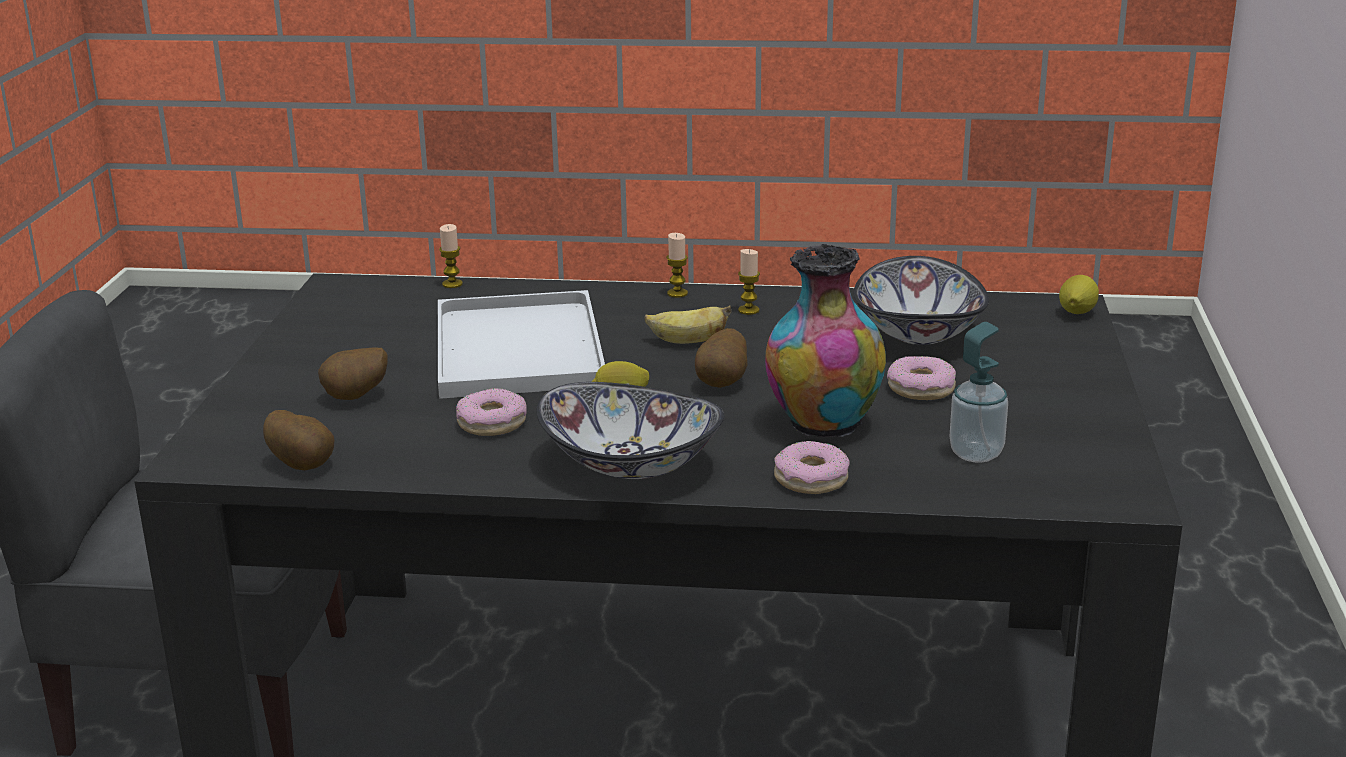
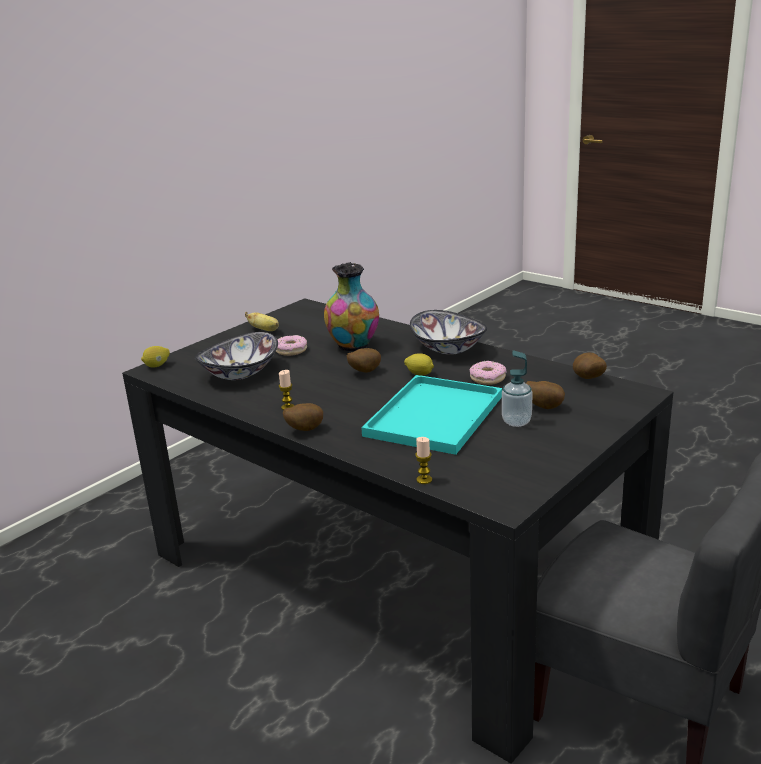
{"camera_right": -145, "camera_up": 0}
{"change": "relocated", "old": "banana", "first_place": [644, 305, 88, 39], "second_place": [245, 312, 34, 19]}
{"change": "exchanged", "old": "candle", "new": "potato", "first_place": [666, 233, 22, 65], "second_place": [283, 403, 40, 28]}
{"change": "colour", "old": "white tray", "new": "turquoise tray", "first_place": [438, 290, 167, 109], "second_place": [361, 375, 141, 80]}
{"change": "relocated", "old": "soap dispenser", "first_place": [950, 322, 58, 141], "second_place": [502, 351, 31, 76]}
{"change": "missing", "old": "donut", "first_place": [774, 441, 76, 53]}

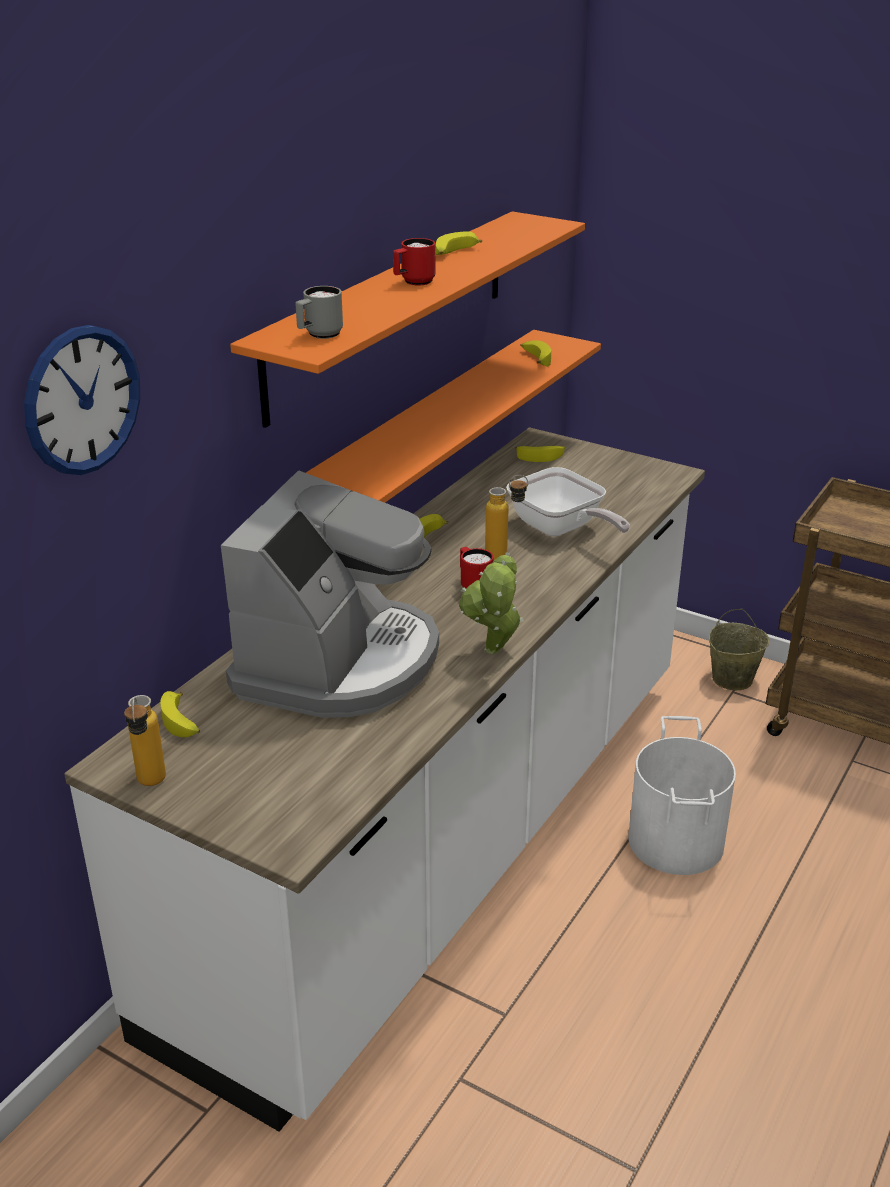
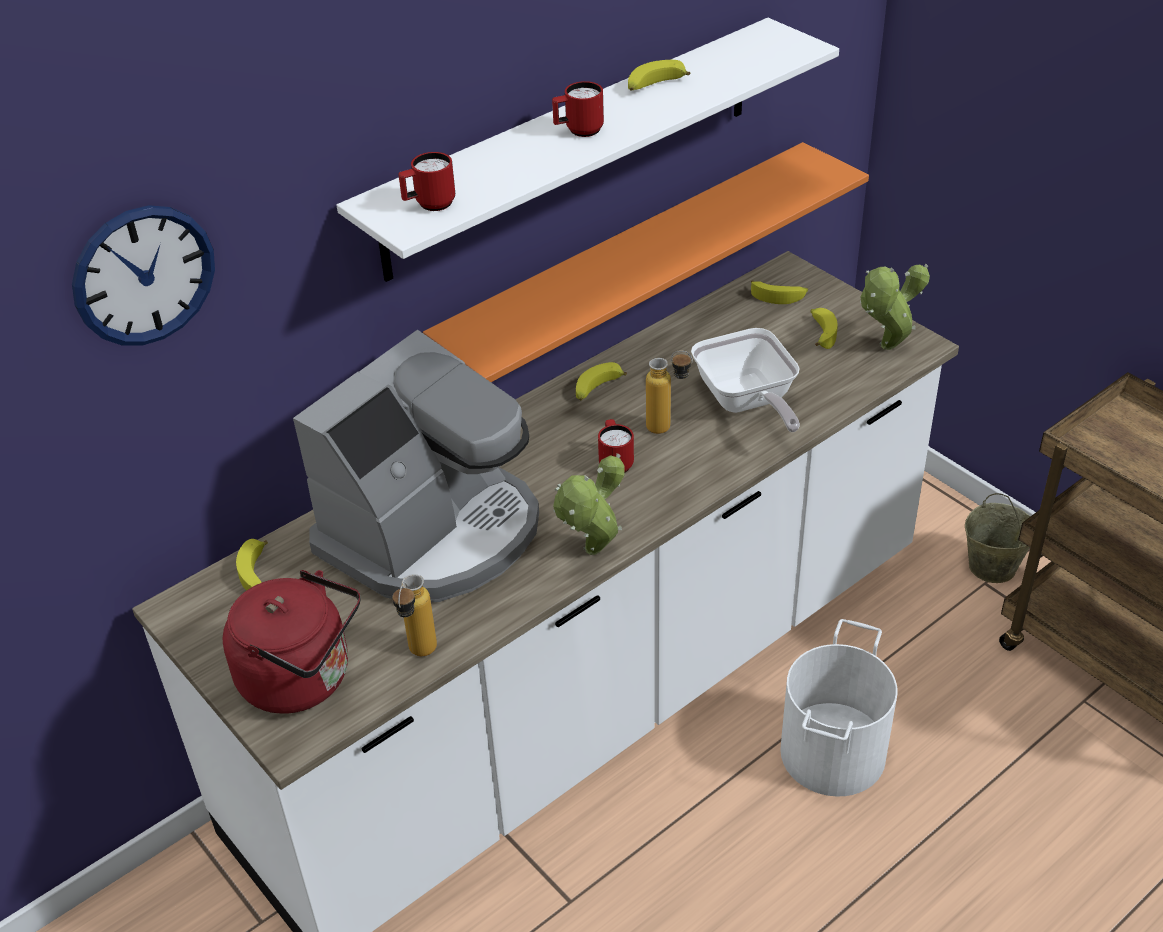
{"camera_right": 20, "camera_up": 10}
{"change": "appeared", "new": "red kettle", "second_place": [223, 570, 138, 144]}
{"change": "colour", "old": "orange shelf", "new": "white shelf", "first_place": [230, 211, 355, 217], "second_place": [337, 18, 502, 264]}
{"change": "relocated", "old": "bottle", "first_place": [124, 695, 42, 91], "second_place": [392, 574, 45, 82]}
{"change": "colour", "old": "grey mug", "new": "red mug", "first_place": [295, 286, 48, 53], "second_place": [398, 152, 57, 59]}
{"change": "relocated", "old": "banana", "first_place": [521, 340, 30, 26], "second_place": [811, 308, 27, 41]}
{"change": "appeared", "new": "potted plant", "second_place": [860, 263, 70, 87]}

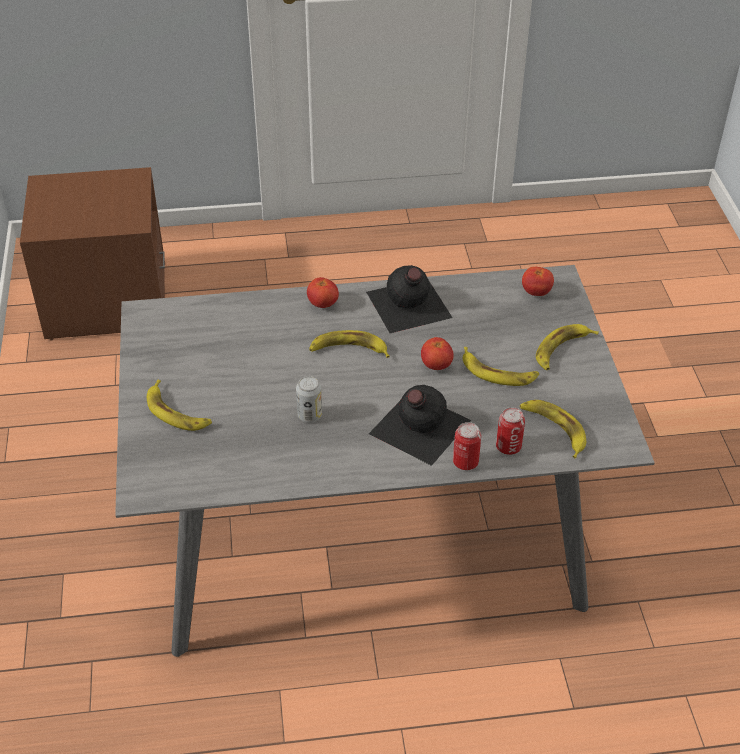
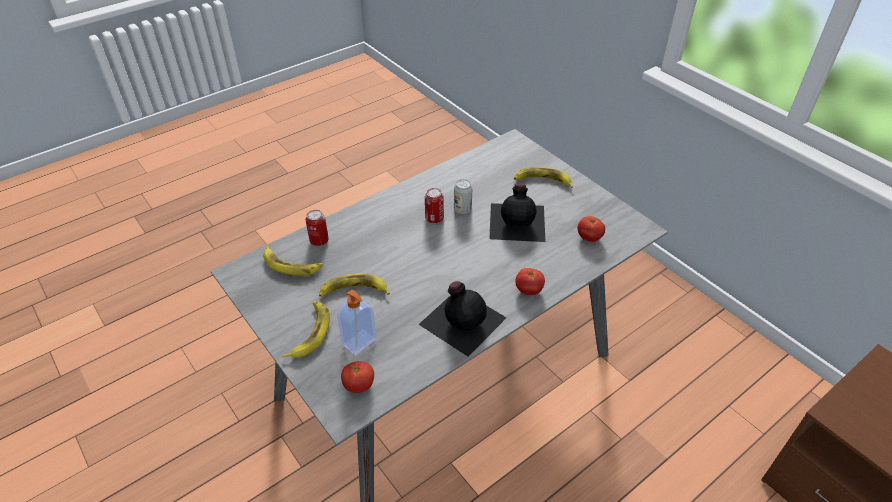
{"camera_right": 150, "camera_up": 0}
{"change": "appeared", "new": "soap dispenser", "second_place": [337, 289, 39, 66]}
{"change": "relocated", "old": "can", "first_place": [453, 422, 28, 48], "second_place": [425, 188, 19, 35]}
{"change": "relocated", "old": "black bottle", "first_place": [369, 385, 102, 81], "second_place": [489, 184, 56, 58]}
{"change": "relocated", "old": "tomato", "first_place": [421, 337, 32, 33], "second_place": [577, 216, 28, 26]}
{"change": "missing", "old": "banana", "first_place": [309, 330, 81, 28]}

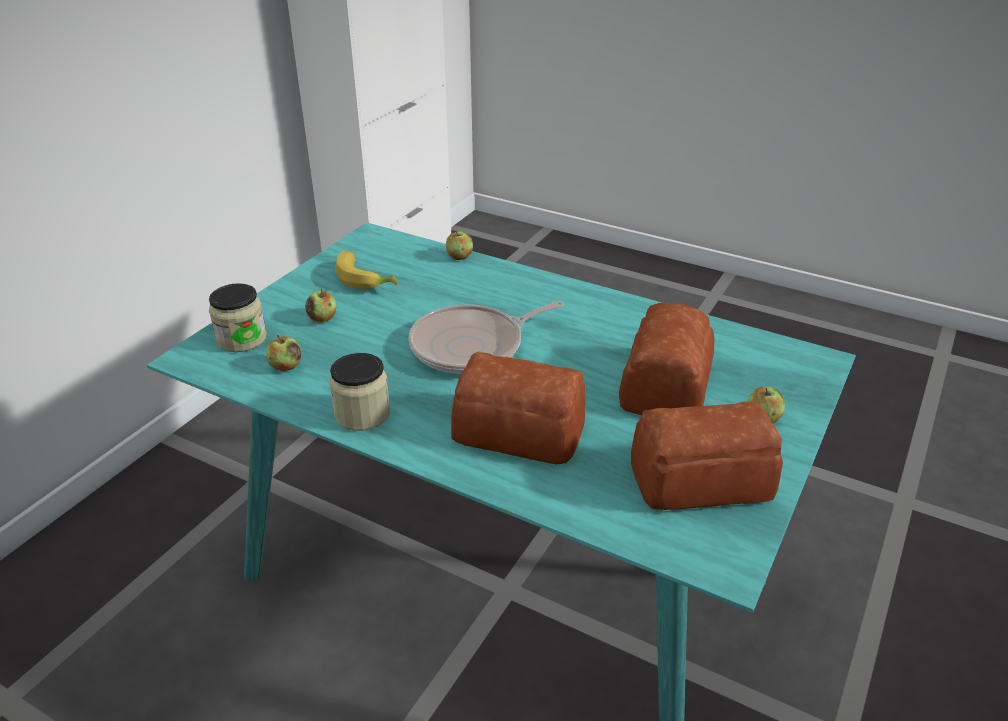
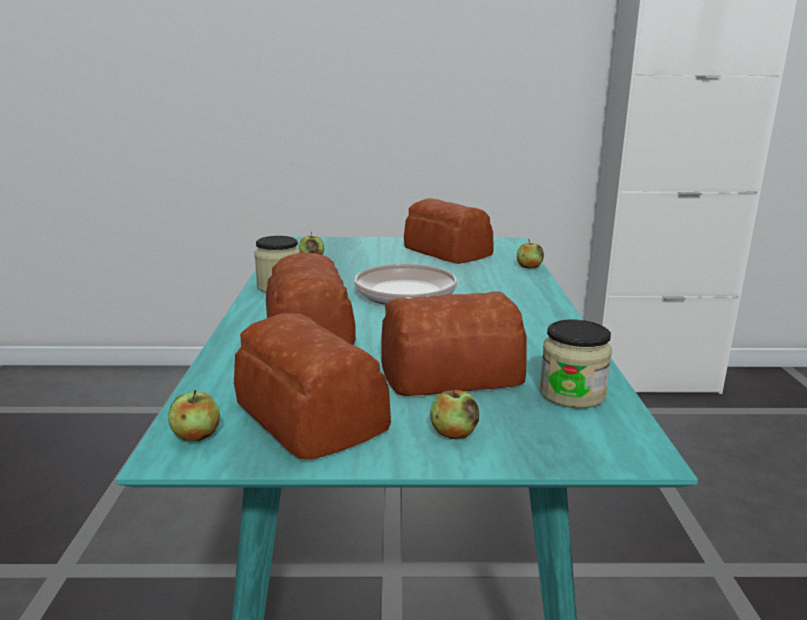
{"camera_right": 60, "camera_up": -15}
{"change": "relocated", "old": "apple", "first_place": [305, 289, 32, 34], "second_place": [168, 390, 52, 51]}
{"change": "spun", "old": "frying pan", "first_place": [408, 301, 156, 73], "second_place": [354, 264, 103, 41], "degrees": 45}
{"change": "exchanged", "old": "banana", "new": "bread", "first_place": [335, 251, 62, 38], "second_place": [404, 198, 90, 66]}
{"change": "relocated", "old": "jar", "first_place": [209, 283, 58, 69], "second_place": [540, 320, 72, 88]}

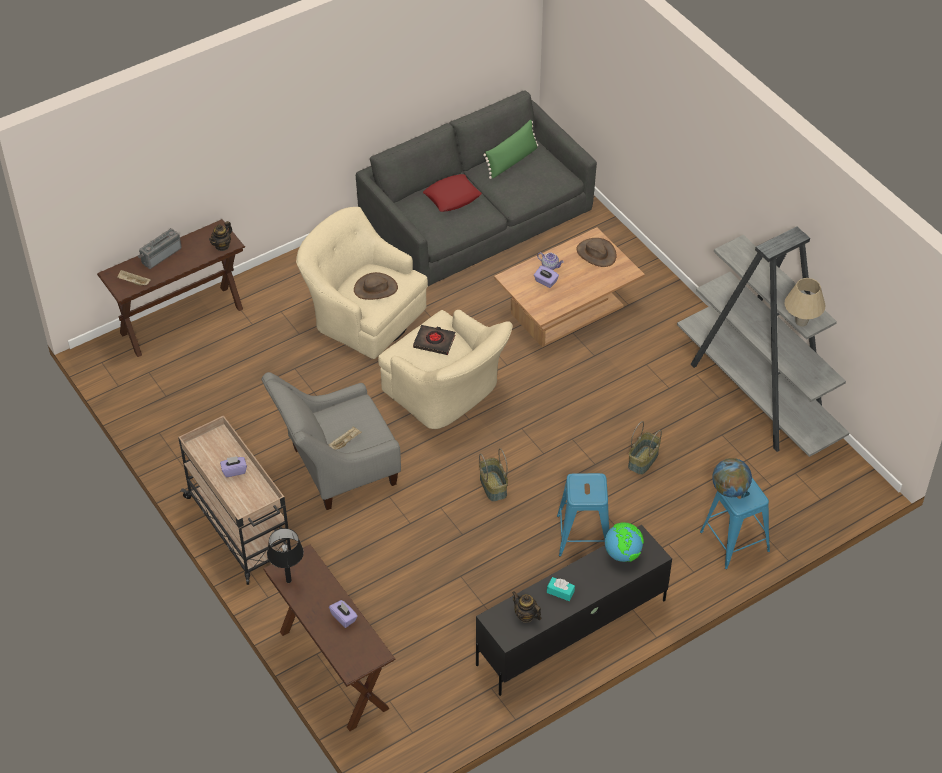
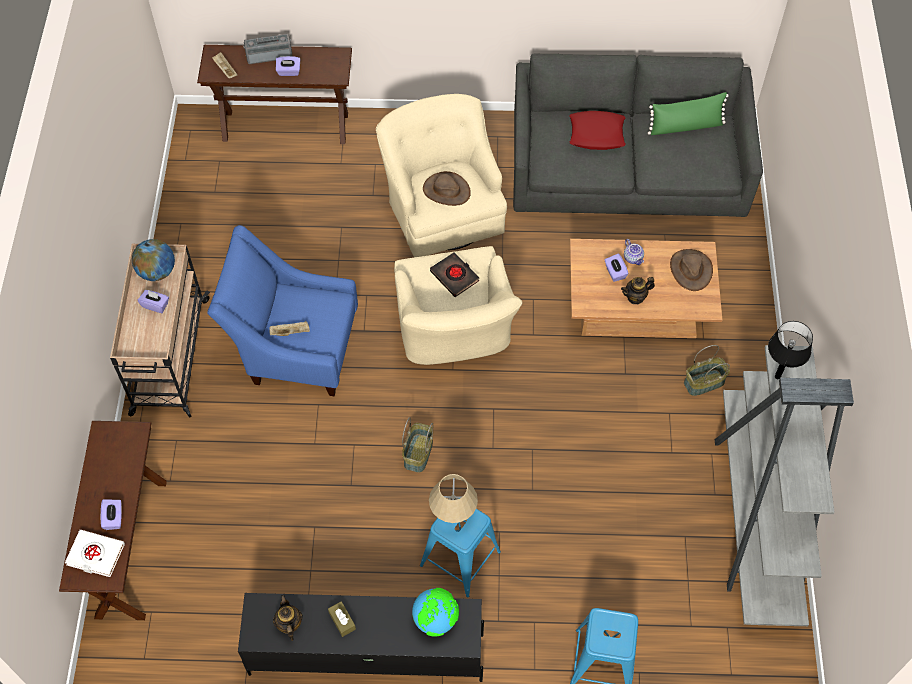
{"camera_right": 35, "camera_up": 10}
{"change": "appeared", "new": "white book", "second_place": [65, 530, 60, 47]}
{"change": "relocated", "old": "globe", "first_place": [712, 458, 40, 39], "second_place": [132, 239, 43, 42]}
{"change": "colour", "old": "grey armchair", "new": "blue armchair", "first_place": [261, 372, 140, 138], "second_place": [207, 225, 151, 171]}
{"change": "appeared", "new": "purple tissue box", "second_place": [276, 56, 24, 20]}
{"change": "colour", "old": "turquoise tissue box", "new": "brown tissue box", "first_place": [547, 577, 28, 24], "second_place": [328, 601, 28, 36]}
{"change": "relocated", "old": "beige table lamp", "first_place": [784, 278, 42, 49], "second_place": [429, 474, 49, 49]}
{"change": "relocated", "old": "teapot", "first_place": [209, 221, 23, 30], "second_place": [621, 277, 34, 27]}
{"change": "relocated", "old": "basket", "first_place": [628, 421, 34, 54], "second_place": [684, 345, 46, 51]}
{"change": "relocated", "old": "black table lamp", "first_place": [267, 528, 37, 55], "second_place": [768, 321, 45, 58]}

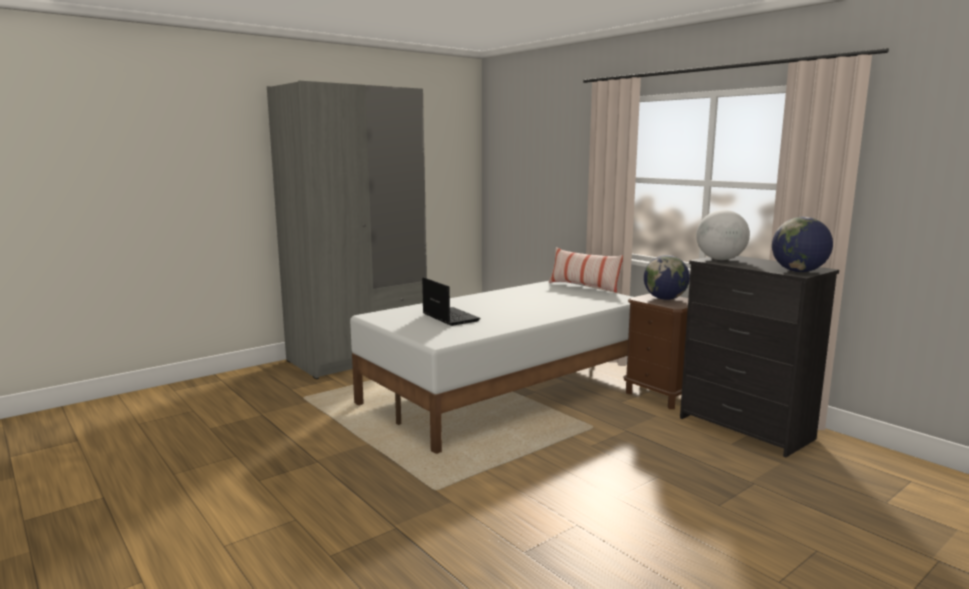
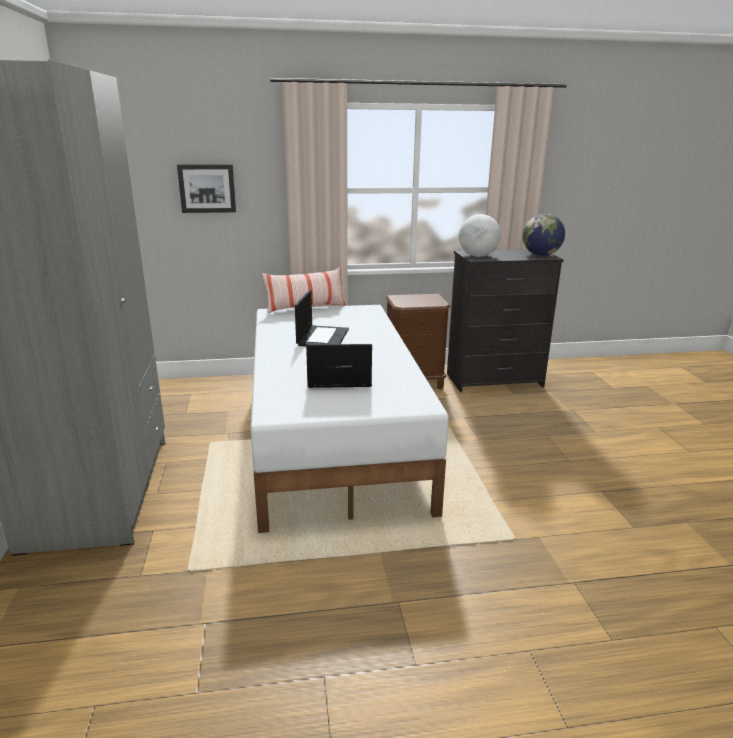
{"camera_right": -60, "camera_up": 10}
{"change": "appeared", "new": "picture", "second_place": [177, 164, 59, 49]}
{"change": "appeared", "new": "laptop", "second_place": [295, 290, 54, 57]}
{"change": "missing", "old": "globe", "first_place": [644, 255, 46, 45]}

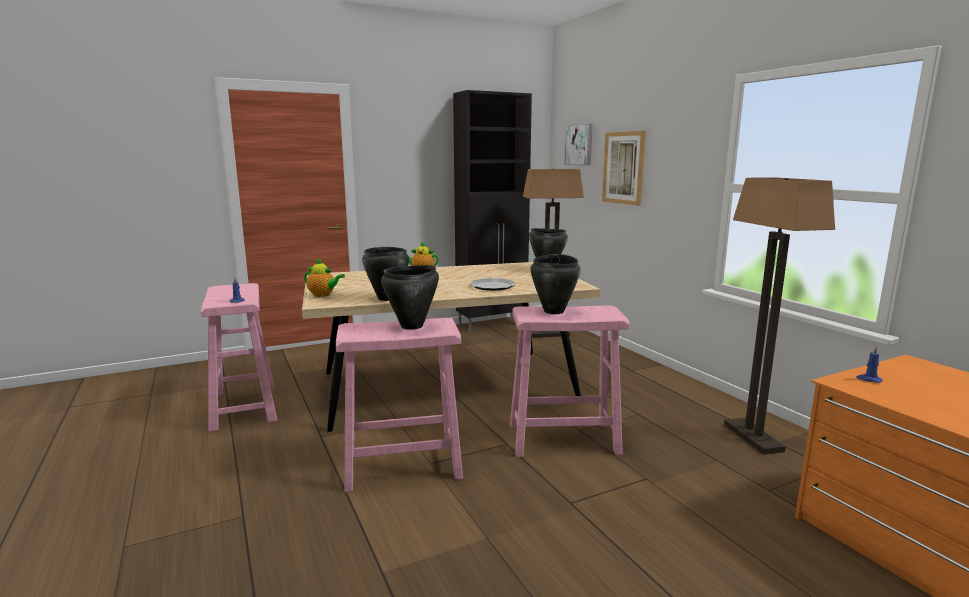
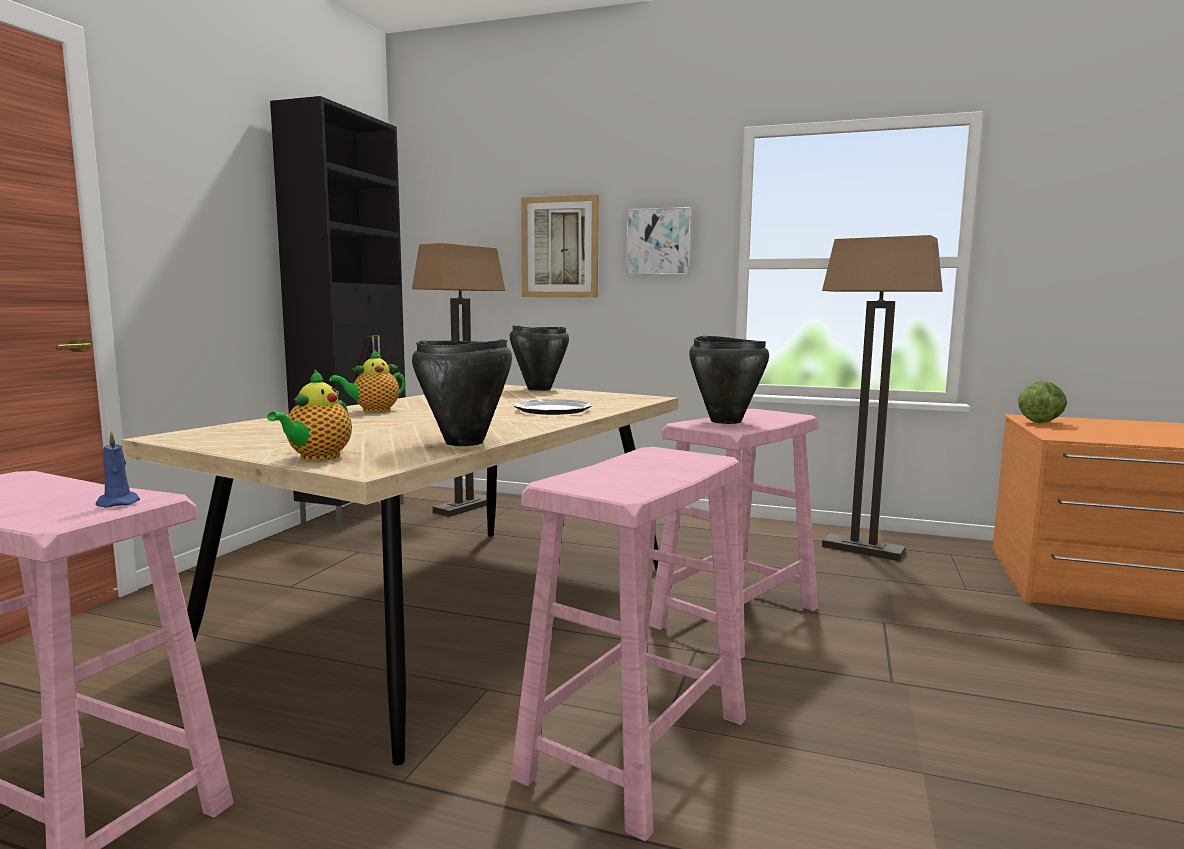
{"camera_right": -45, "camera_up": -5}
{"change": "spun", "old": "teapot", "first_place": [304, 258, 41, 39], "second_place": [267, 369, 85, 92], "degrees": 135}
{"change": "relocated", "old": "picture", "first_place": [564, 123, 29, 42], "second_place": [626, 207, 66, 68]}
{"change": "appeared", "new": "lettuce", "second_place": [1018, 380, 49, 43]}
{"change": "missing", "old": "black cooking pot", "first_place": [381, 265, 58, 65]}
{"change": "missing", "old": "blue candle", "first_place": [856, 347, 27, 36]}

